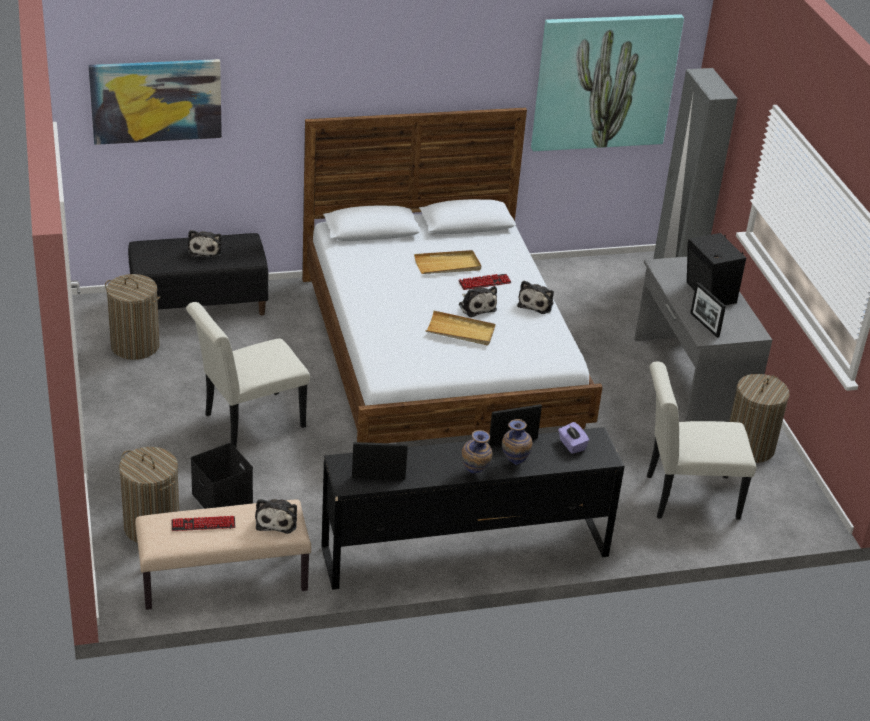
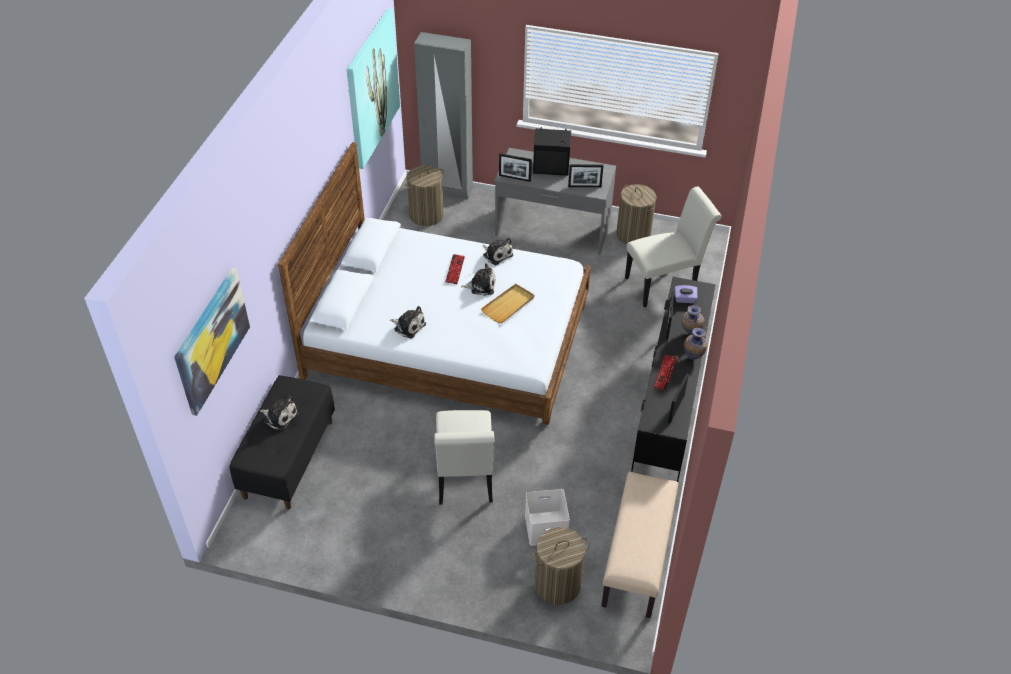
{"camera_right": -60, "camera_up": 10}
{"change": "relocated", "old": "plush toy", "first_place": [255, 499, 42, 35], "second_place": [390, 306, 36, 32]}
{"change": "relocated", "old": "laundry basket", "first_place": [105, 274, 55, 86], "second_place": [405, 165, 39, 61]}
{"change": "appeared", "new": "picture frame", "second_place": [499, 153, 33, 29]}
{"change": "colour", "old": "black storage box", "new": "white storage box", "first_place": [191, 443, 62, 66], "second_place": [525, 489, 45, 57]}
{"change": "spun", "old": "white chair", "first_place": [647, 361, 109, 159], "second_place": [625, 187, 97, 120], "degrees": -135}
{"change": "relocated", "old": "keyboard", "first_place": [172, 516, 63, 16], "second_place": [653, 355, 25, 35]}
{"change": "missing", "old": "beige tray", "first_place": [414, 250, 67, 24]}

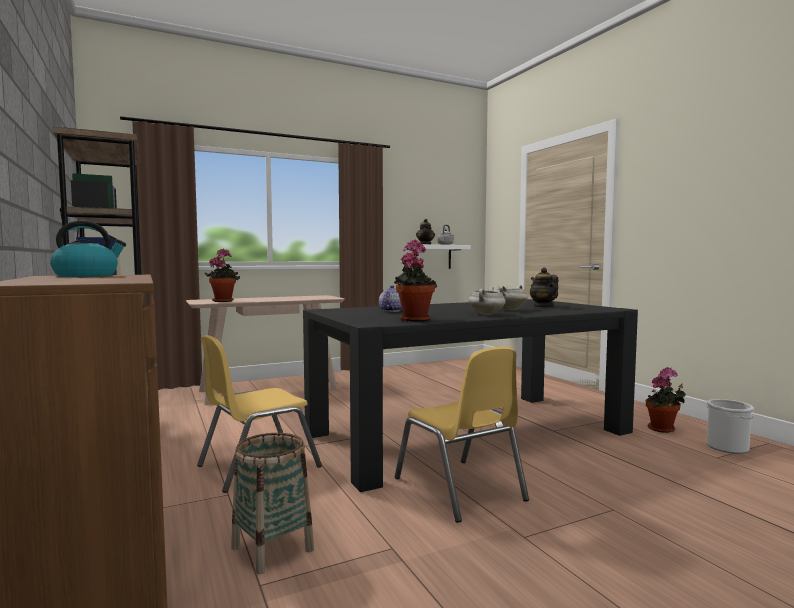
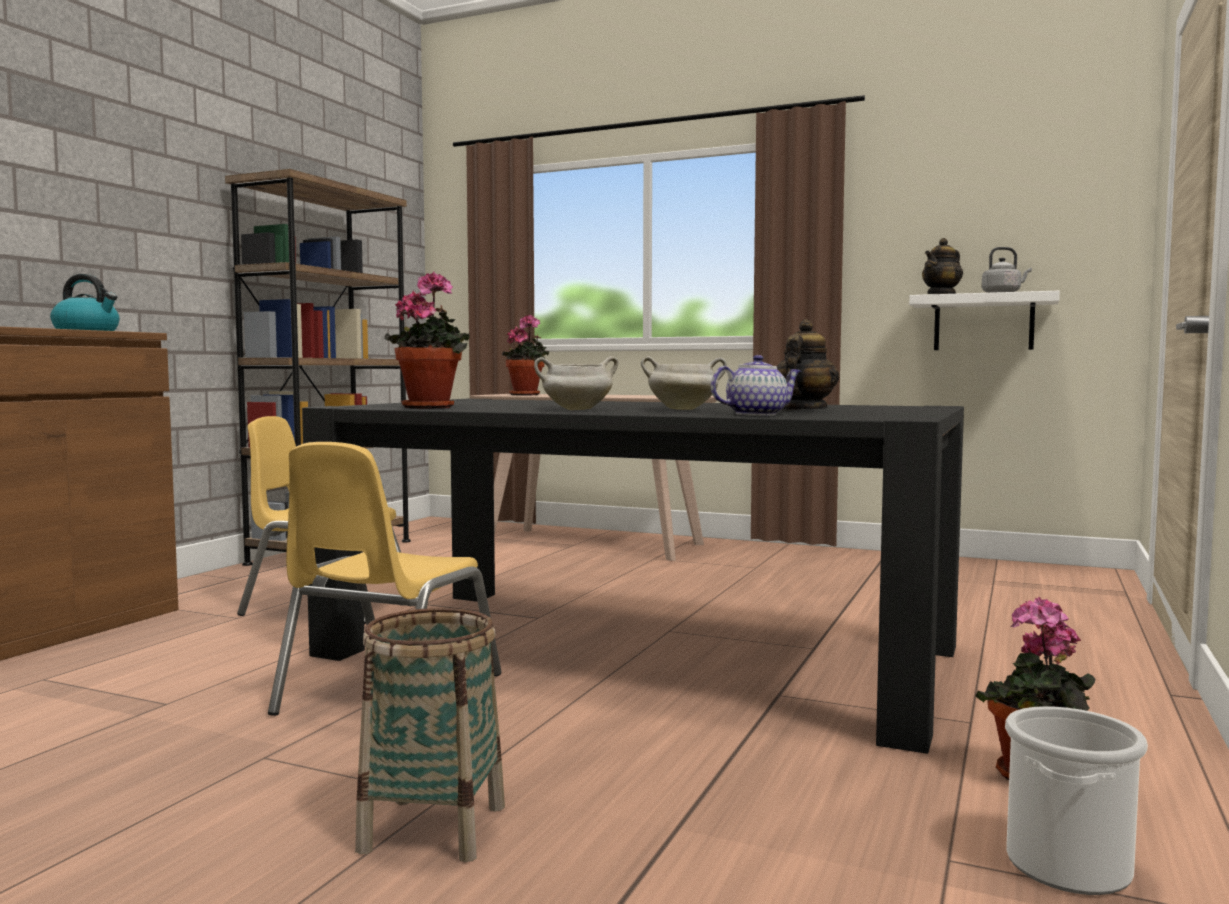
{"camera_right": 50, "camera_up": 0}
{"change": "relocated", "old": "basket", "first_place": [231, 433, 83, 141], "second_place": [355, 608, 150, 254]}
{"change": "relocated", "old": "teapot", "first_place": [379, 285, 23, 27], "second_place": [711, 355, 91, 61]}

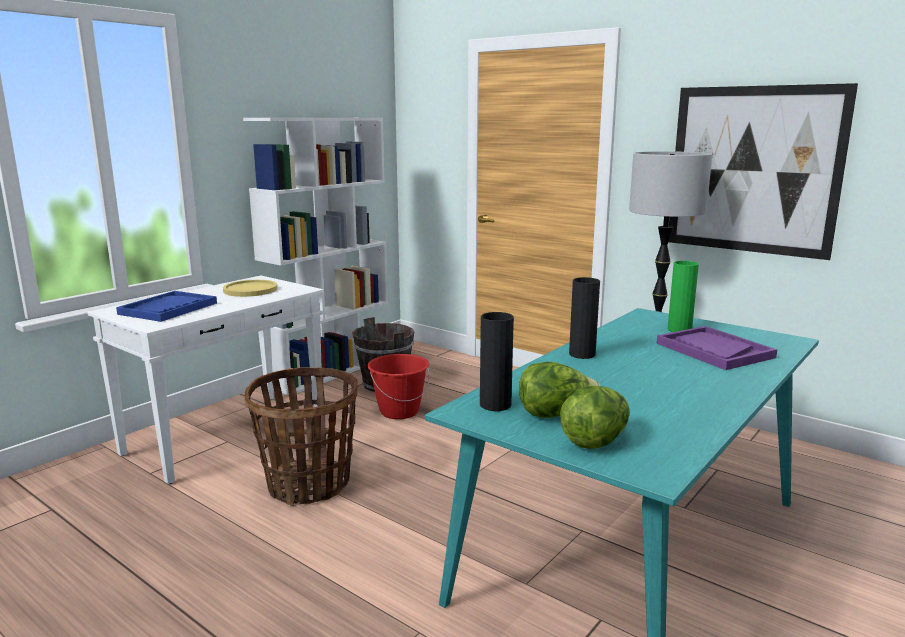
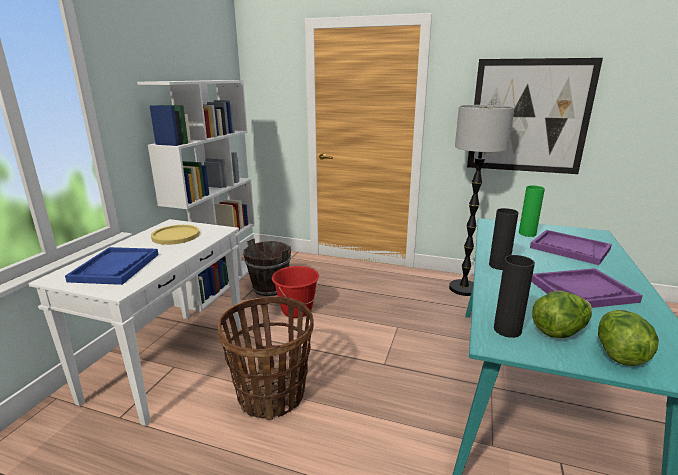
{"camera_right": -20, "camera_up": 5}
{"change": "appeared", "new": "purple tray", "second_place": [531, 268, 112, 40]}

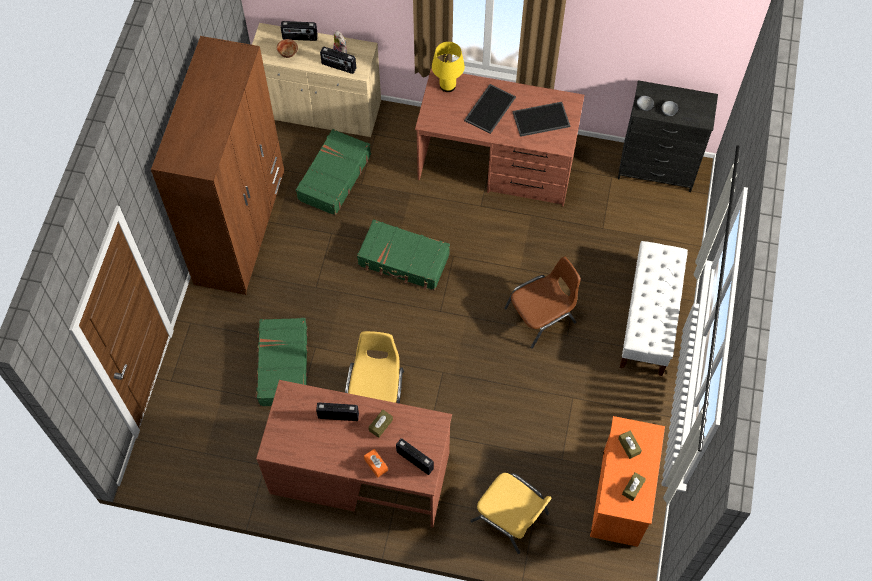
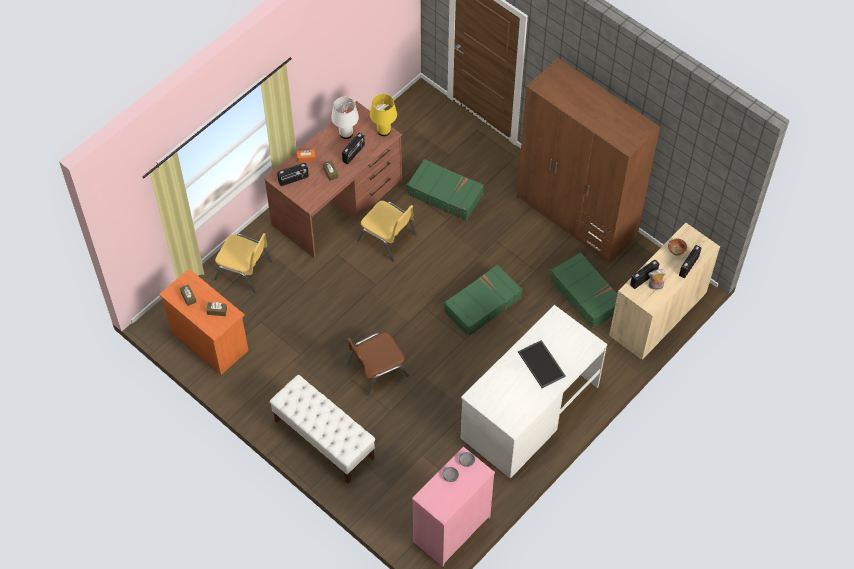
{"camera_right": 120, "camera_up": -5}
{"change": "spun", "old": "yellow chair", "first_place": [470, 473, 82, 81], "second_place": [214, 233, 59, 60], "degrees": -135}
{"change": "appeared", "new": "white table lamp", "second_place": [331, 97, 28, 42]}
{"change": "spun", "old": "brown chair", "first_place": [504, 256, 77, 93], "second_place": [347, 332, 62, 64], "degrees": 60}
{"change": "relocated", "old": "yellow table lamp", "first_place": [432, 42, 33, 50], "second_place": [370, 94, 27, 42]}
{"change": "colour", "old": "black dresser", "new": "pink dresser", "first_place": [618, 80, 100, 112], "second_place": [412, 447, 83, 120]}
{"change": "colour", "old": "brown desk", "new": "white desk", "first_place": [415, 68, 169, 138], "second_place": [461, 305, 147, 173]}
{"change": "missing", "old": "tray", "first_place": [513, 102, 57, 35]}

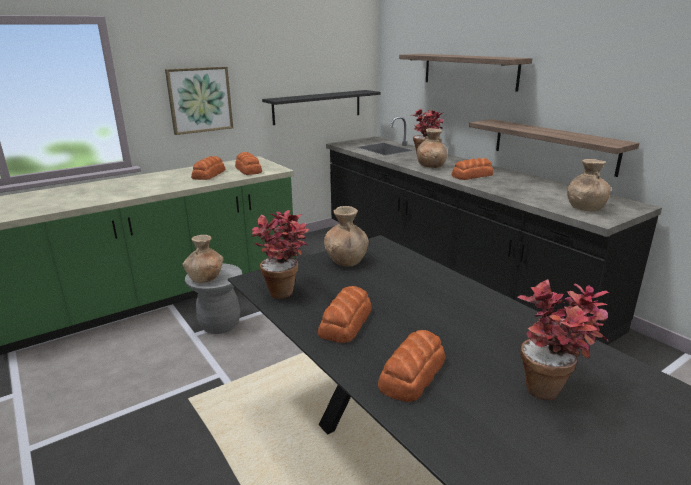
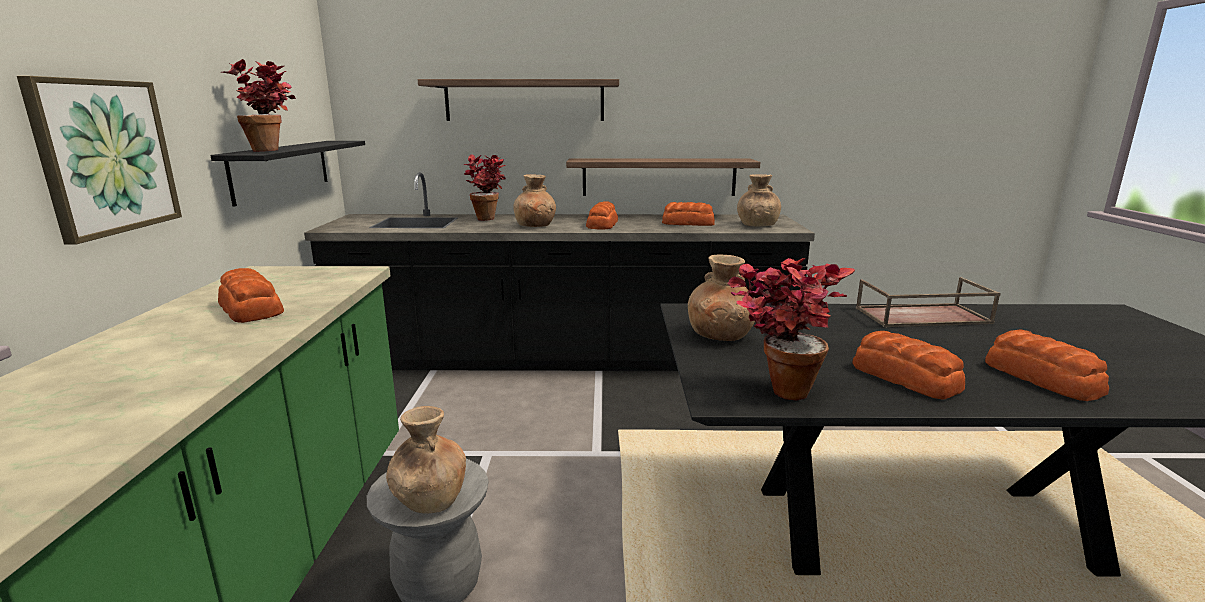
{"camera_right": -55, "camera_up": -5}
{"change": "relocated", "old": "potted plant", "first_place": [517, 279, 92, 121], "second_place": [222, 59, 74, 93]}
{"change": "relocated", "old": "bread", "first_place": [235, 152, 27, 23], "second_place": [662, 202, 53, 24]}
{"change": "appeared", "new": "brown tray", "second_place": [856, 277, 145, 50]}

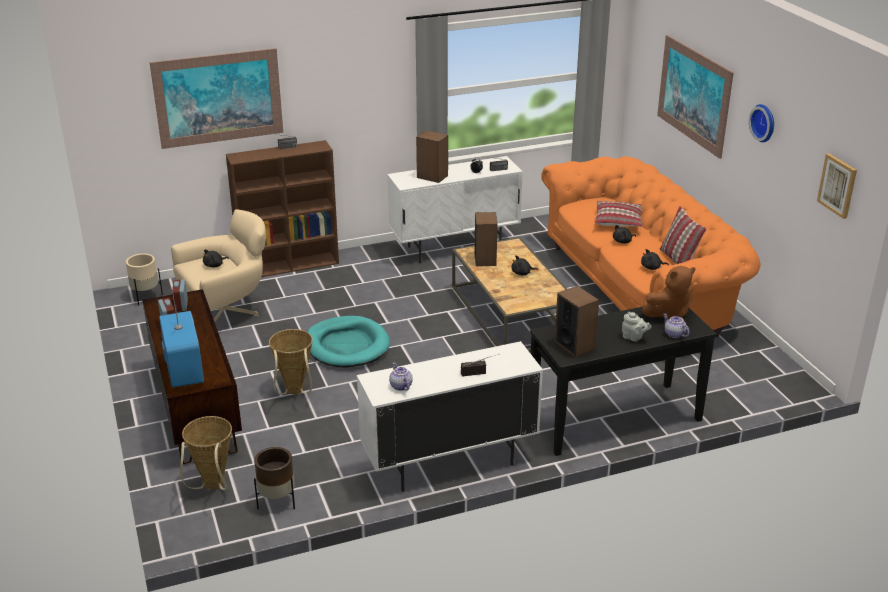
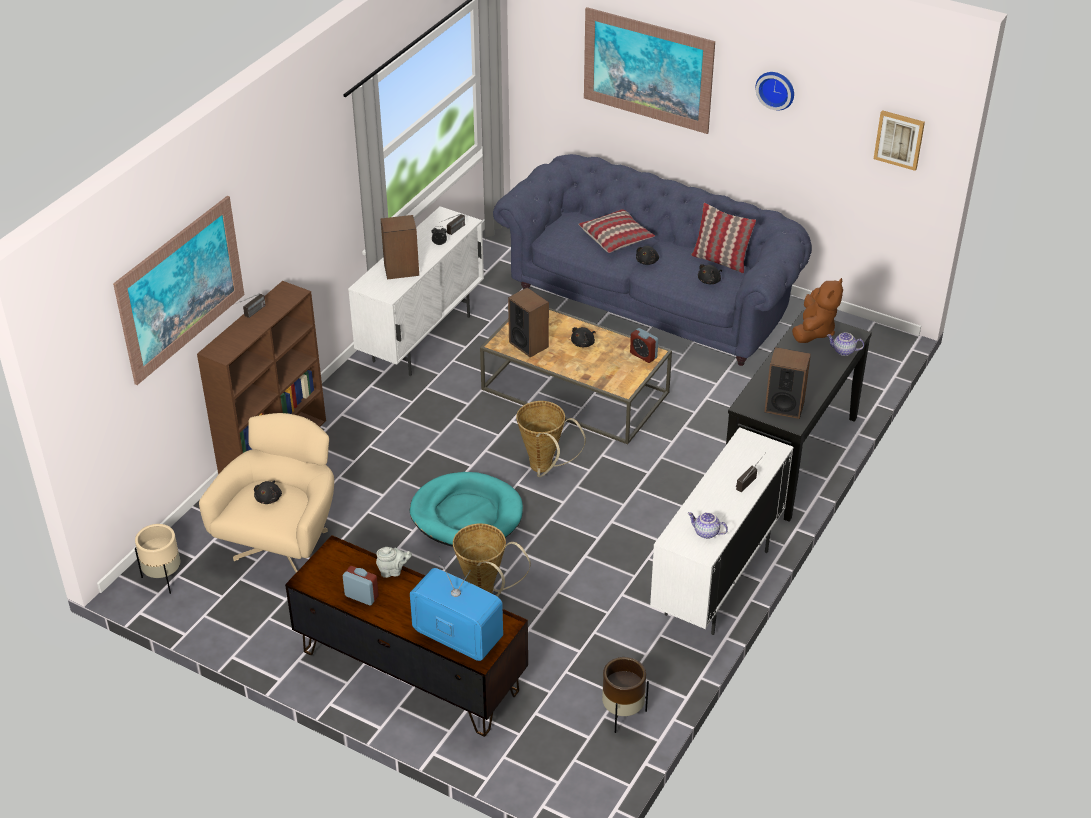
{"camera_right": -40, "camera_up": 10}
{"change": "relocated", "old": "grey teapot", "first_place": [622, 311, 29, 31], "second_place": [376, 547, 36, 31]}
{"change": "colour", "old": "orange sofa", "new": "blue sofa", "first_place": [542, 156, 218, 181], "second_place": [493, 154, 319, 212]}
{"change": "relocated", "old": "basket", "first_place": [180, 416, 52, 74], "second_place": [516, 401, 70, 76]}
{"change": "relocated", "old": "alarm clock", "first_place": [172, 279, 16, 32], "second_place": [630, 328, 28, 35]}

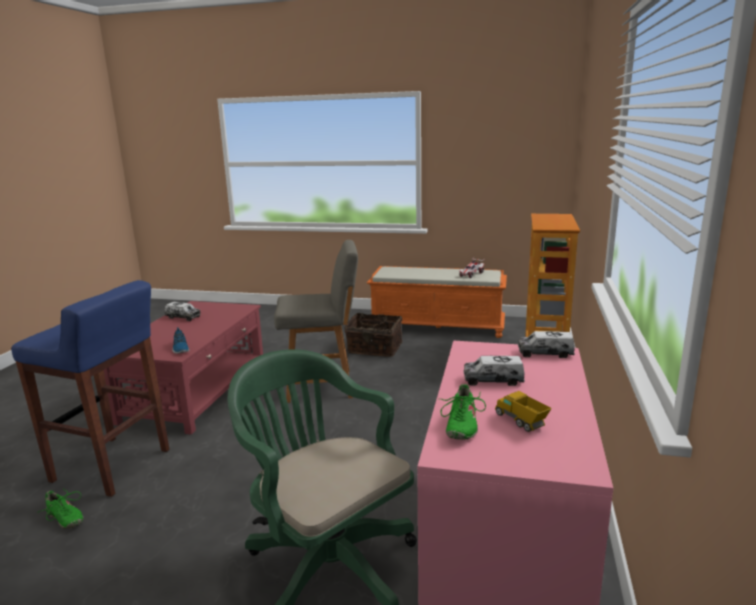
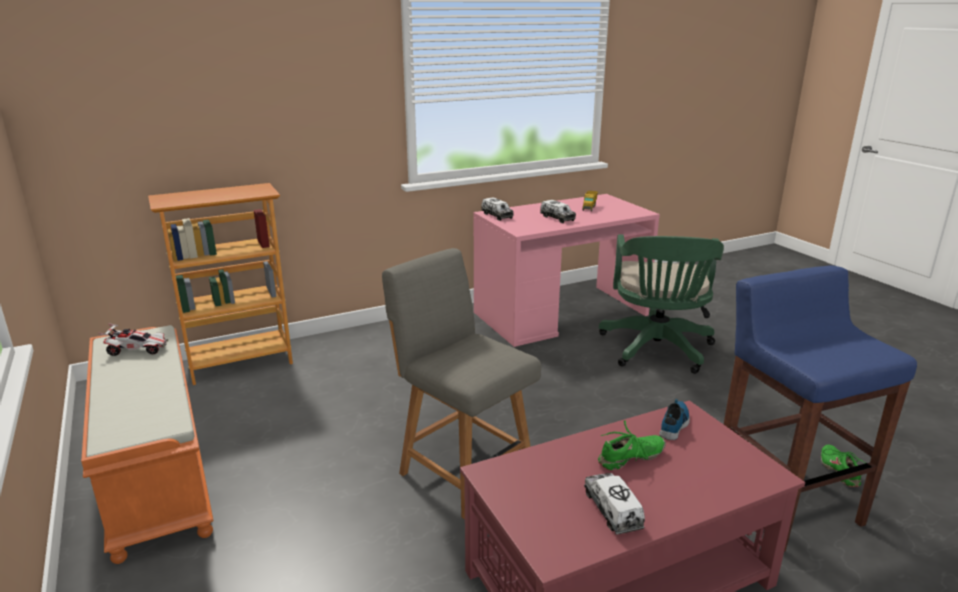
{"camera_right": -130, "camera_up": 5}
{"change": "relocated", "old": "green shoe", "first_place": [440, 384, 46, 56], "second_place": [598, 420, 68, 51]}
{"change": "missing", "old": "basket", "first_place": [344, 313, 58, 44]}

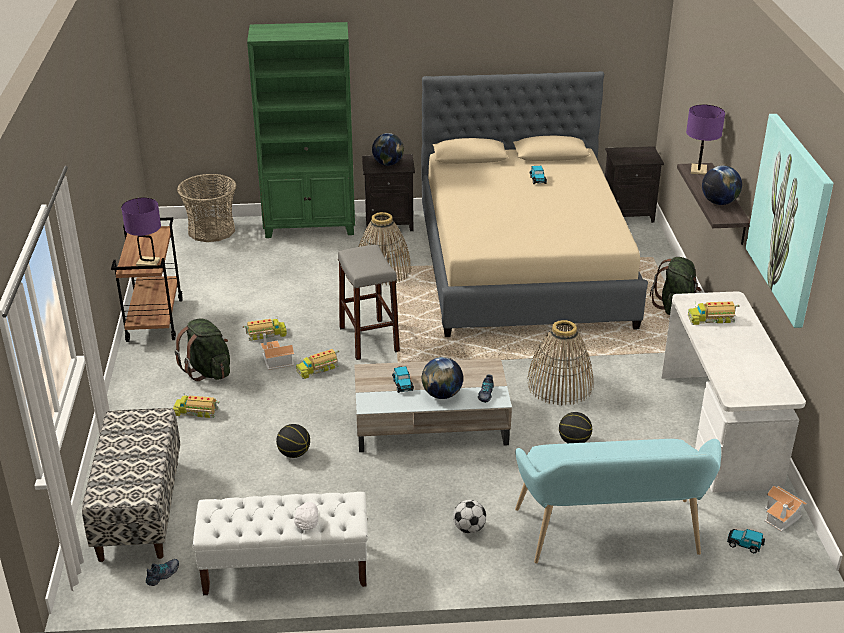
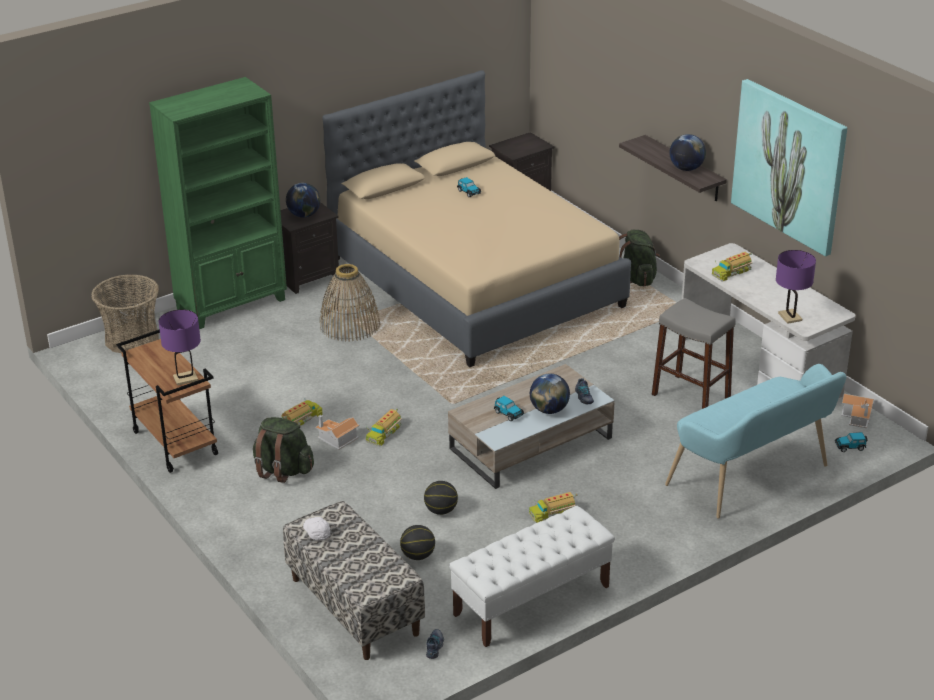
{"camera_right": -30, "camera_up": 0}
{"change": "relocated", "old": "white cap", "first_place": [294, 502, 24, 28], "second_place": [303, 517, 27, 24]}
{"change": "relocated", "old": "basketball", "first_place": [559, 412, 33, 31], "second_place": [400, 525, 35, 35]}
{"change": "relocated", "old": "toy truck", "first_place": [173, 393, 46, 25], "second_place": [529, 492, 49, 31]}
{"change": "relocated", "old": "grey stool", "first_place": [338, 245, 62, 115], "second_place": [652, 298, 84, 111]}
{"change": "relocated", "old": "purple table lamp", "first_place": [686, 105, 39, 70], "second_place": [776, 250, 40, 74]}
{"change": "missing", "old": "football", "first_place": [453, 500, 33, 34]}
{"change": "missing", "old": "basket", "first_place": [528, 320, 66, 85]}

